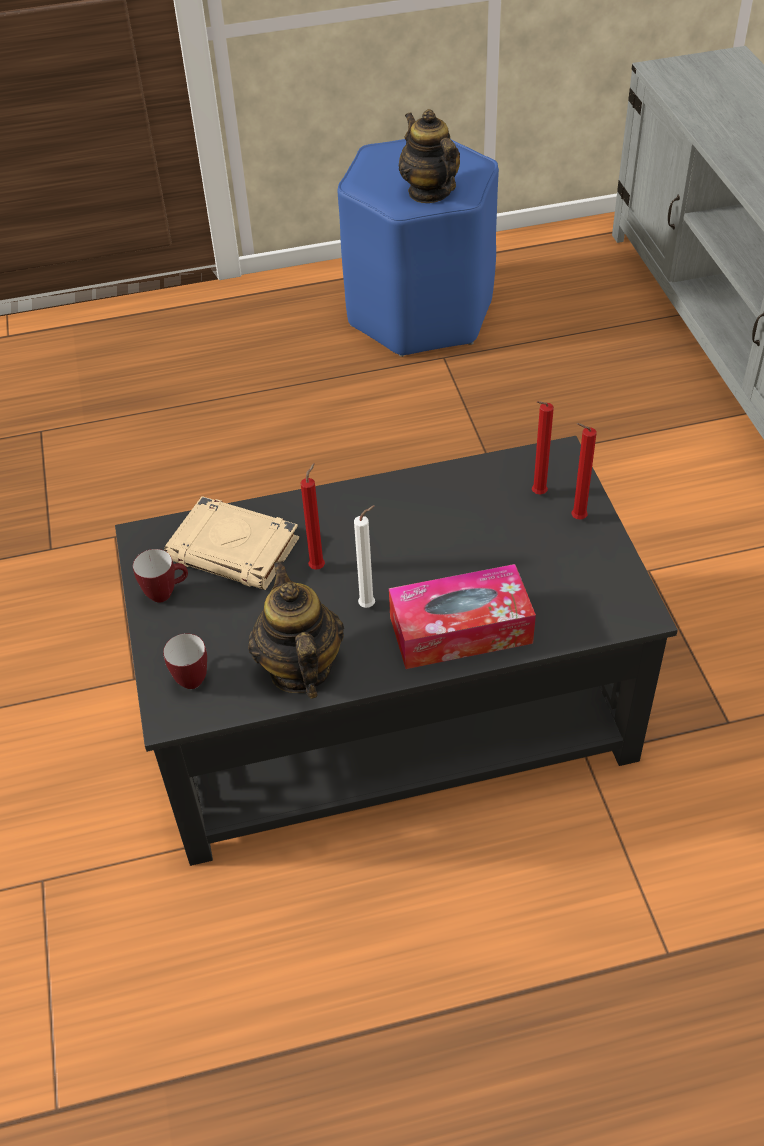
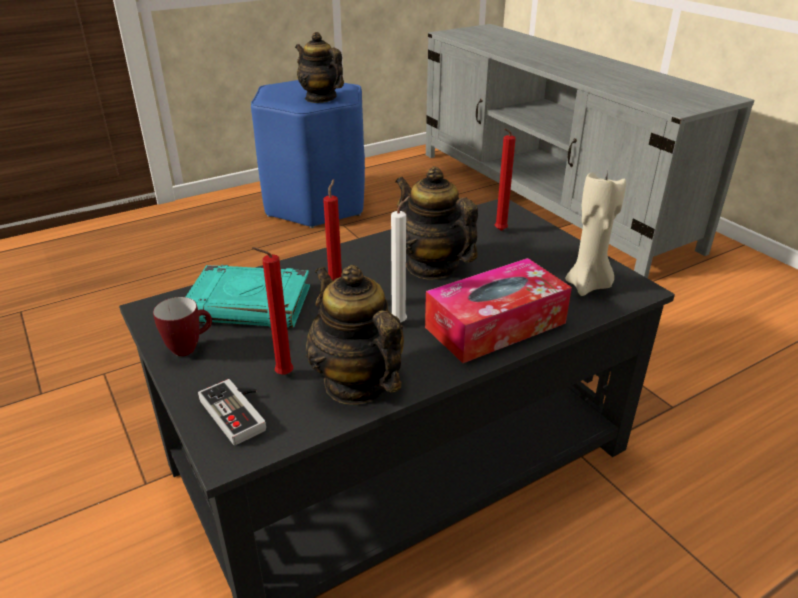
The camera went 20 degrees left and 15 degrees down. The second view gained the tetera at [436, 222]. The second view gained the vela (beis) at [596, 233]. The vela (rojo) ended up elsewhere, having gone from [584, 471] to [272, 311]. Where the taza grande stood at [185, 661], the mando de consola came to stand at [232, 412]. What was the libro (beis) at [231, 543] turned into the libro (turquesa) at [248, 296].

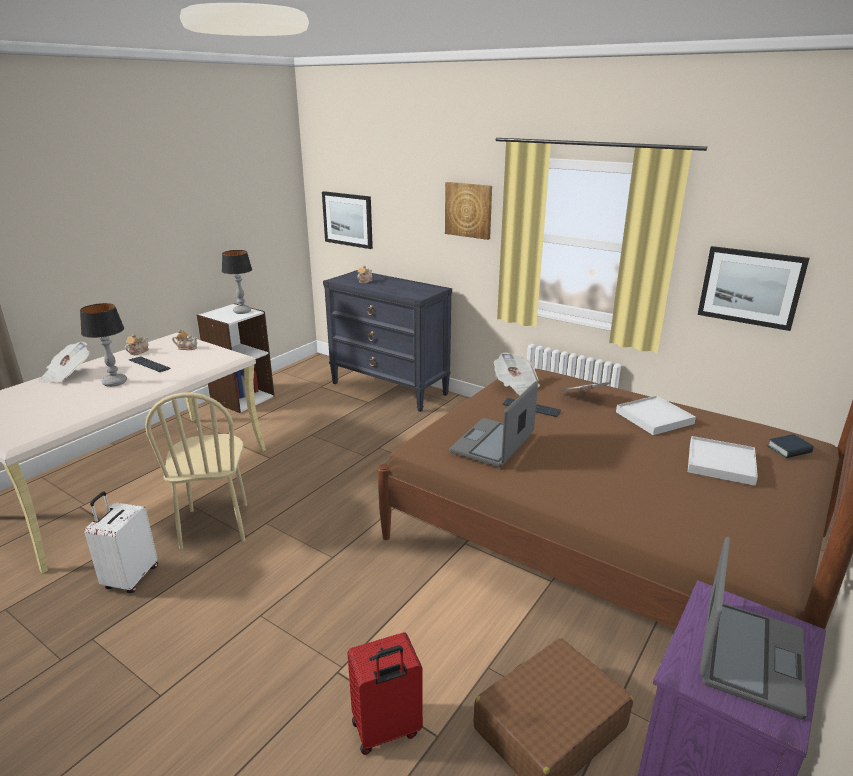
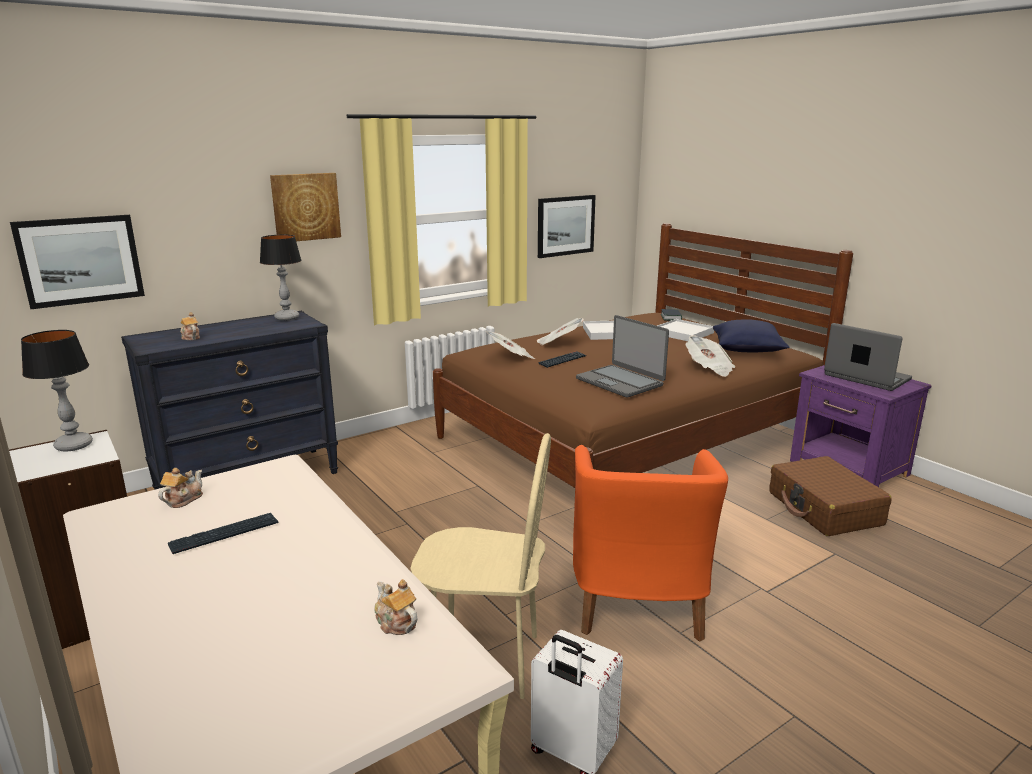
The camera went 70 degrees left and 5 degrees down. The second view lost the maleta (rojo) at [385, 693]. The second view gained the sillón (naranja) at [650, 543]. The second view gained the cojín (azul) at [751, 335]. The periódico ended up elsewhere, having gone from [64, 362] to [711, 356]. The lámpara de mesa ended up elsewhere, having gone from [103, 345] to [280, 278]. The tetera ended up elsewhere, having gone from [137, 344] to [396, 607].

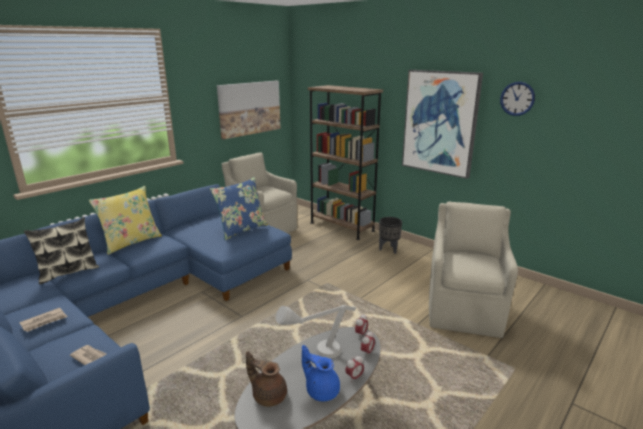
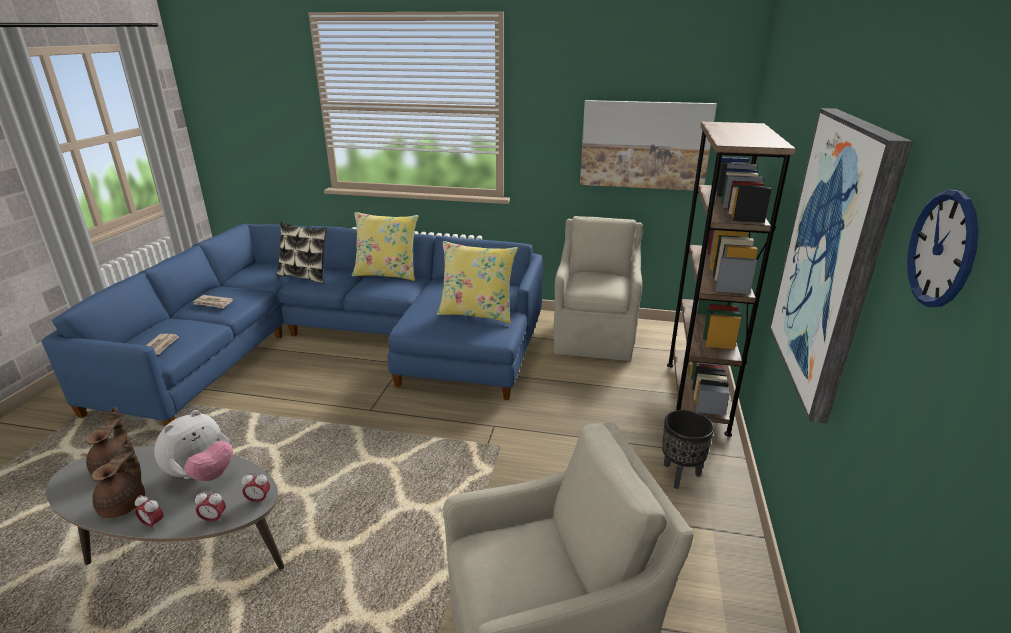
The camera went 60 degrees right and 5 degrees up. Where the lámpara de mesa (gris) stood at [316, 332], the peluche came to stand at [193, 445]. What was the cojín (azul) at [239, 208] turned into the cojín (amarillo) at [477, 282]. What was the tetera (azul) at [321, 373] turned into the tetera (marrón) at [118, 478].

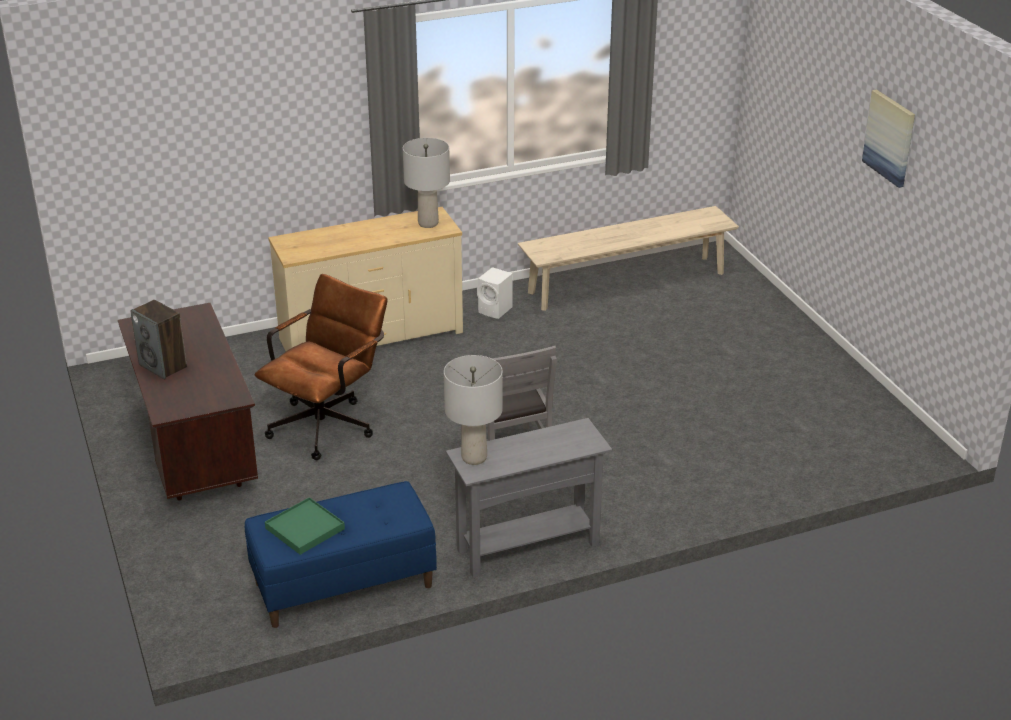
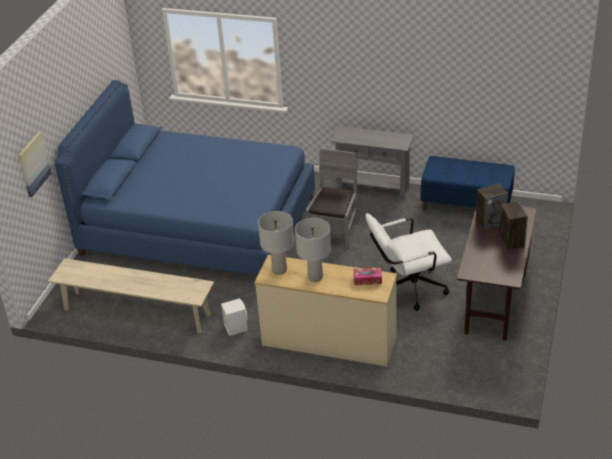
The camera went 140 degrees left and 5 degrees up. The second view lost the bandeja (verde) at [305, 526]. The second view gained the cama (azul) at [185, 178]. The second view gained the caja de pañuelos at [368, 276]. The second view gained the altavoz at [492, 207]. The lámpara de mesa (gris) ended up elsewhere, having gone from [473, 410] to [313, 250]. The cuadro ended up elsewhere, having gone from [888, 138] to [35, 164]. What was the silla de oficina (marrón) at [321, 367] turned into the silla de oficina (blanco) at [408, 262].

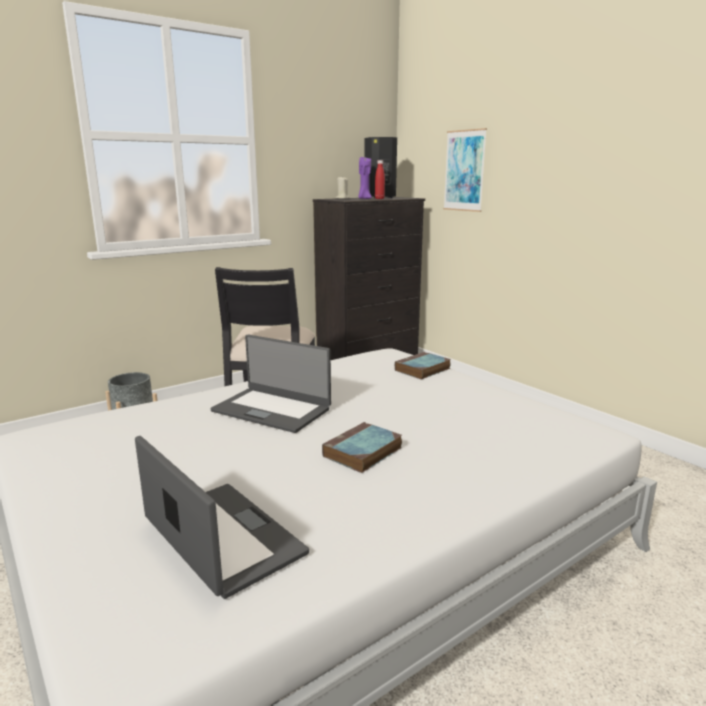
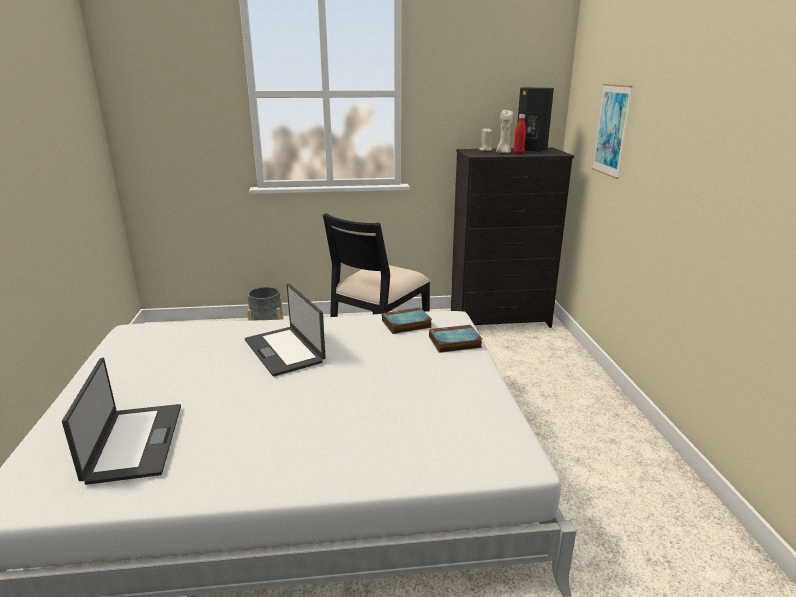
The camera went 30 degrees right and 5 degrees up. The libro ended up elsewhere, having gone from [362, 447] to [407, 320]. What was the vela (morado) at [365, 178] turned into the vela (beis) at [504, 131].

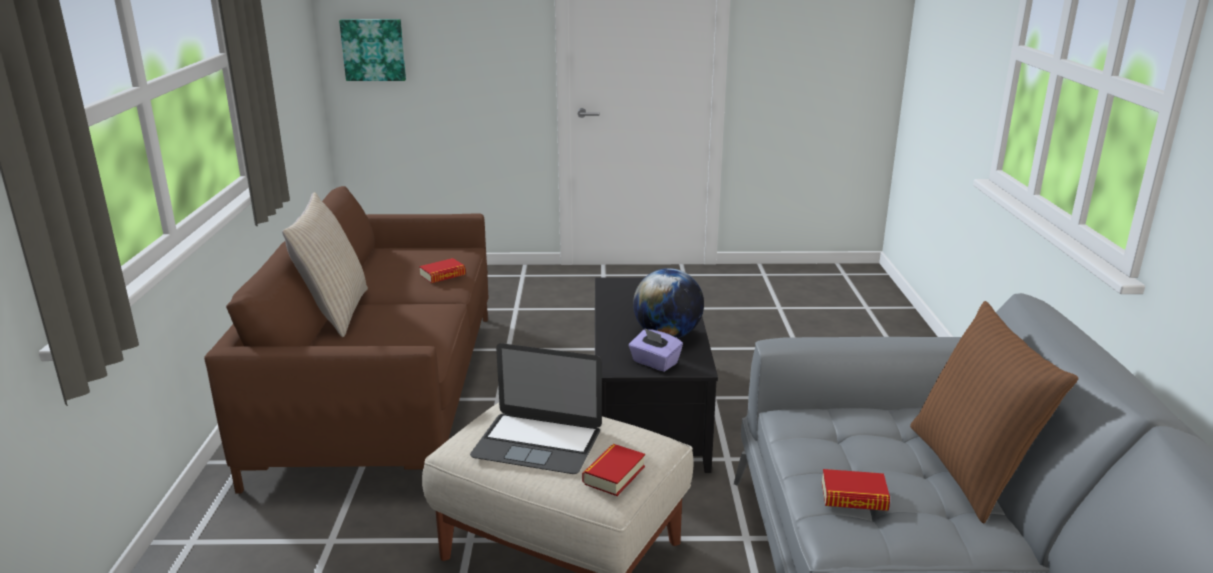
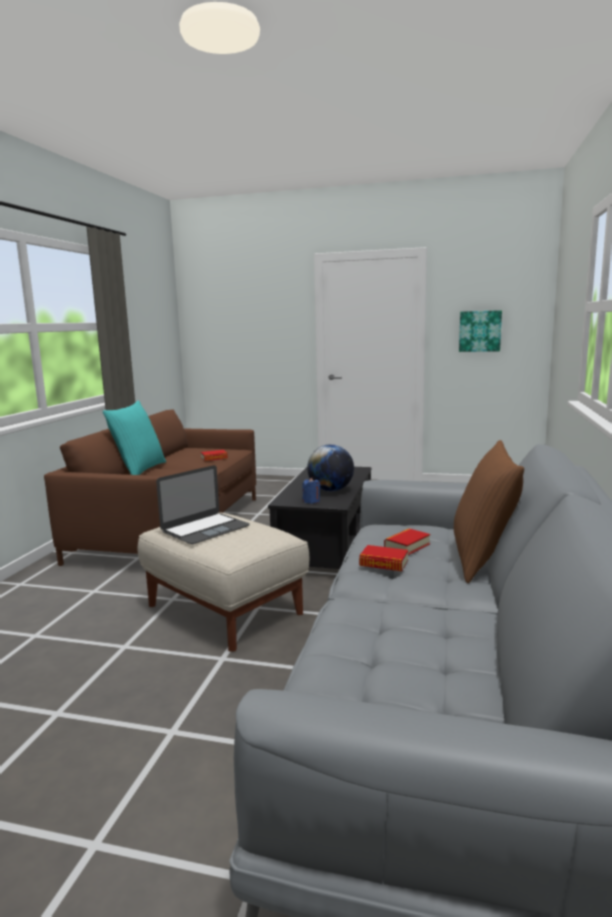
The camera went 15 degrees right and 10 degrees down. The cuadro ended up elsewhere, having gone from [372, 50] to [480, 331]. The libro ended up elsewhere, having gone from [613, 470] to [407, 541]. Where the caja de pañuelos (morado) stood at [656, 350], the vela (azul) came to stand at [311, 491]. What was the cojín (beis) at [325, 264] turned into the cojín (turquesa) at [134, 437]. The portátil at [536, 408] ended up facing another way, 75 degrees counterclockwise from before.

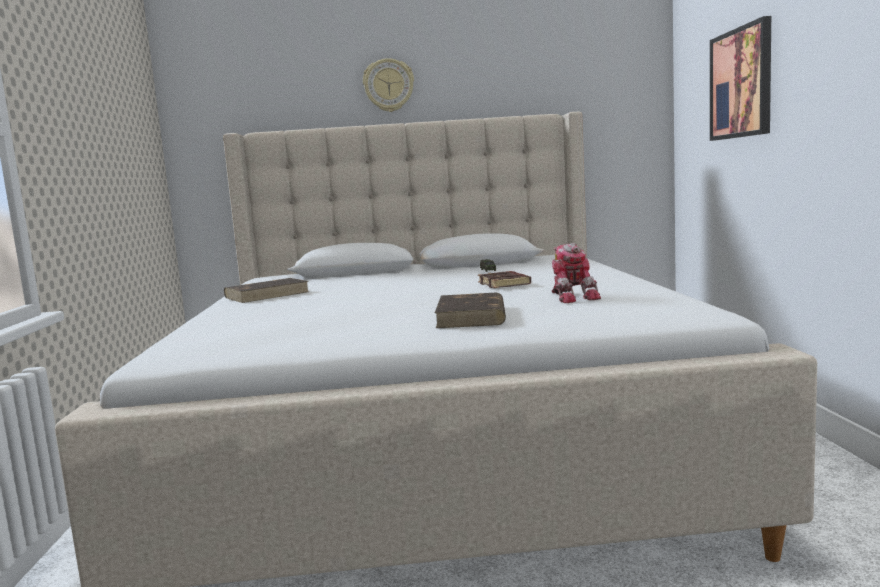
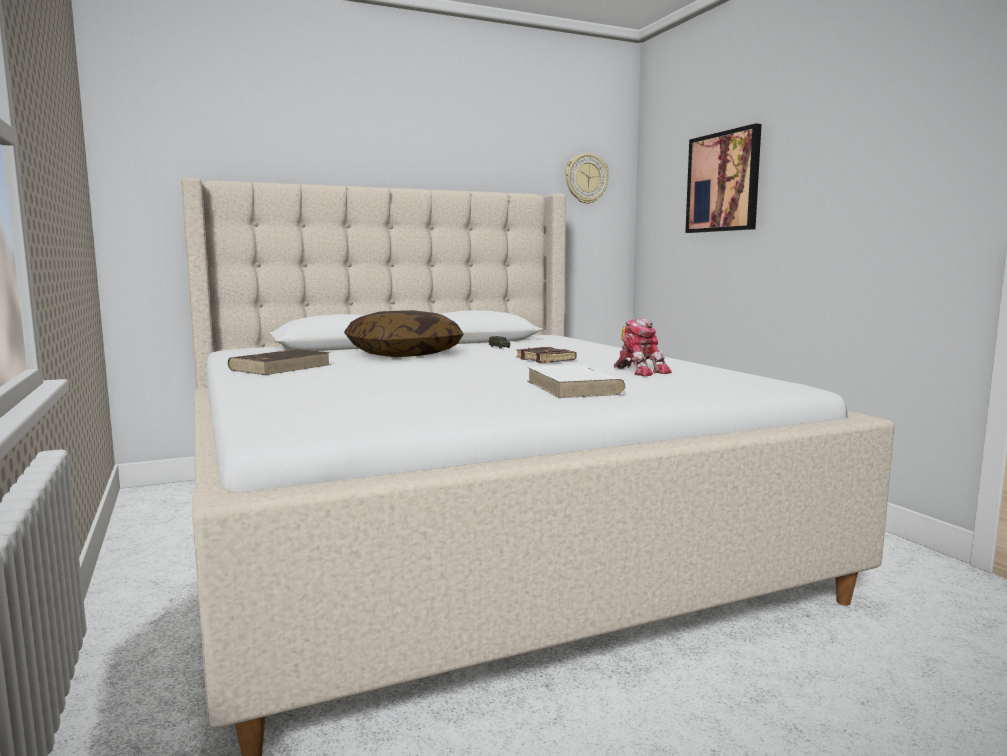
The camera went 20 degrees left and 0 degrees up. The second view gained the cojín at [404, 333]. The reloj de pared ended up elsewhere, having gone from [388, 85] to [587, 178]. What was the libro (marrón) at [470, 310] turned into the libro (blanco) at [577, 381].

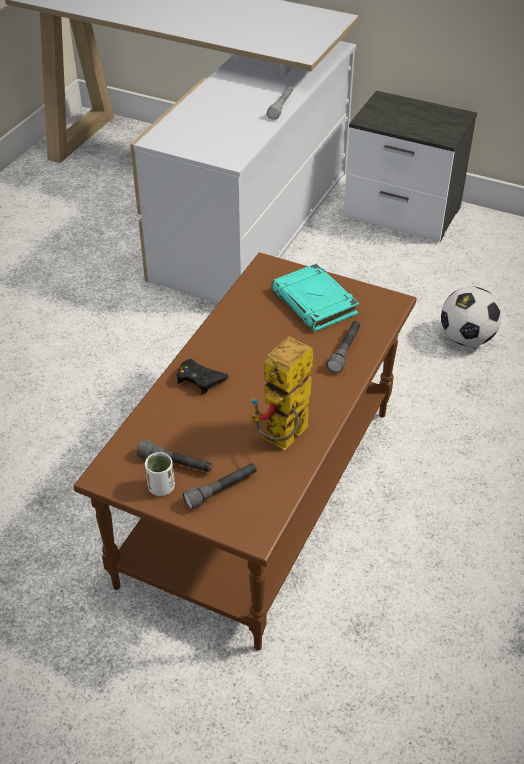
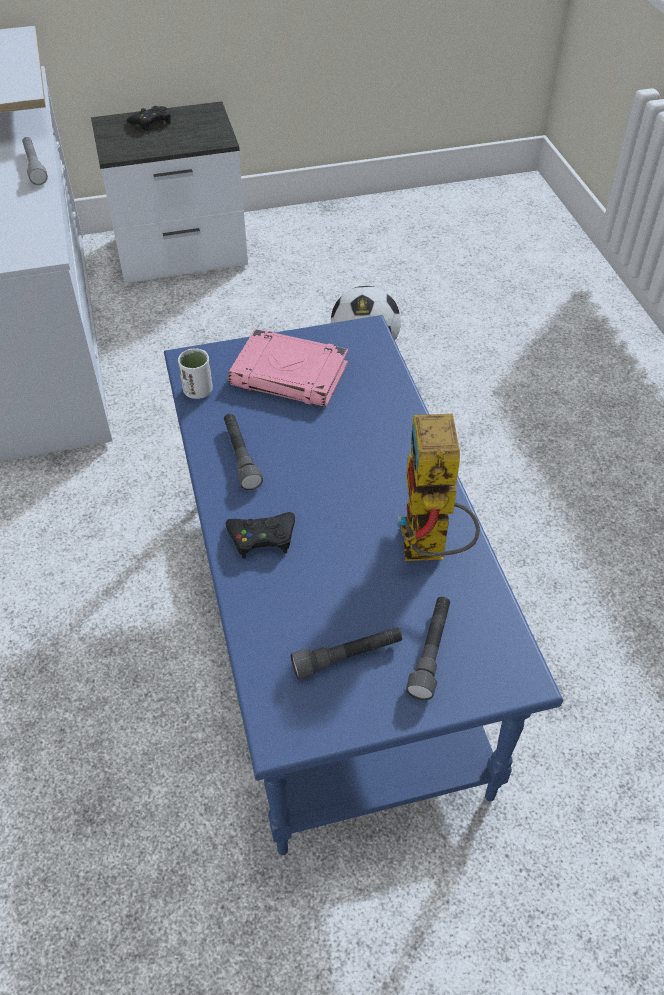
The camera went 40 degrees left and 5 degrees up. The second view gained the mando de consola (negro) at [149, 118]. The taza (blanco) ended up elsewhere, having gone from [160, 474] to [195, 374]. The linterna (gris) ended up elsewhere, having gone from [343, 347] to [243, 452]. What was the mesa de centro (marrón) at [245, 451] turned into the mesa de centro (azul) at [363, 585]. What was the libro (turquesa) at [315, 297] turned into the libro (rosa) at [288, 368].

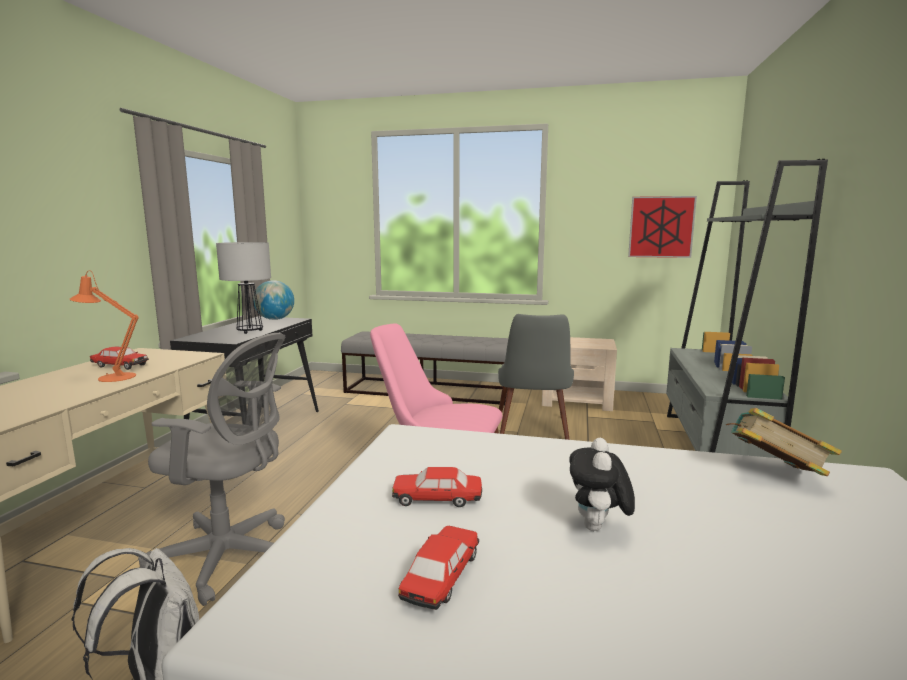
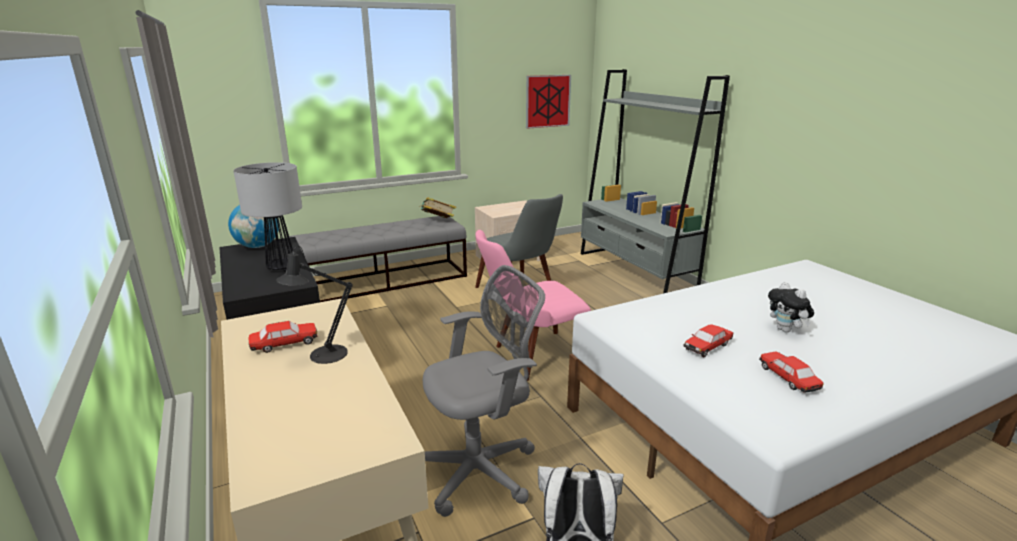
The camera went 40 degrees left and 10 degrees up. The libro ended up elsewhere, having gone from [784, 442] to [437, 207]. What was the lámpara de mesa (naranja) at [104, 326] turned into the lámpara de mesa (negro) at [314, 305].

